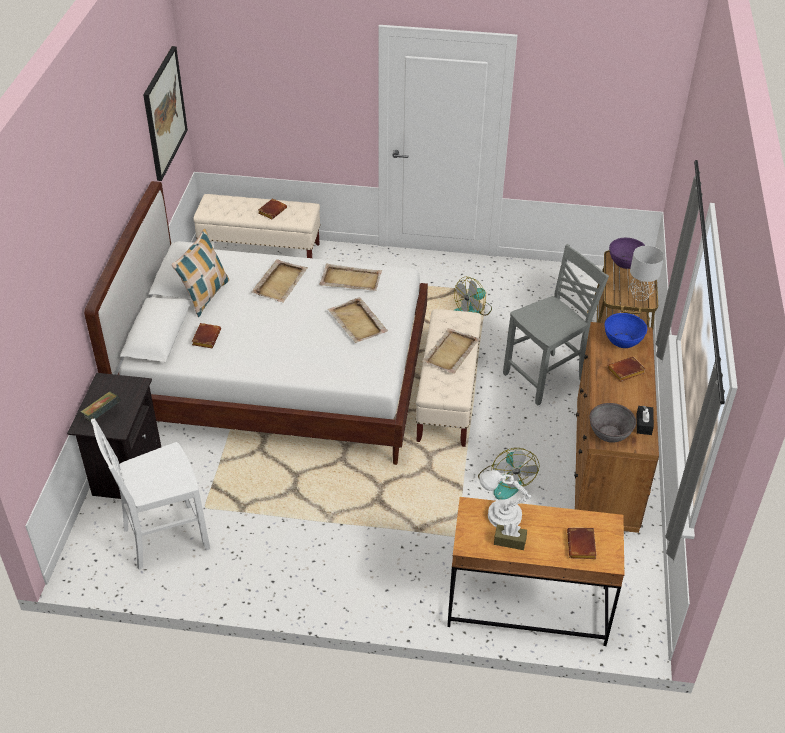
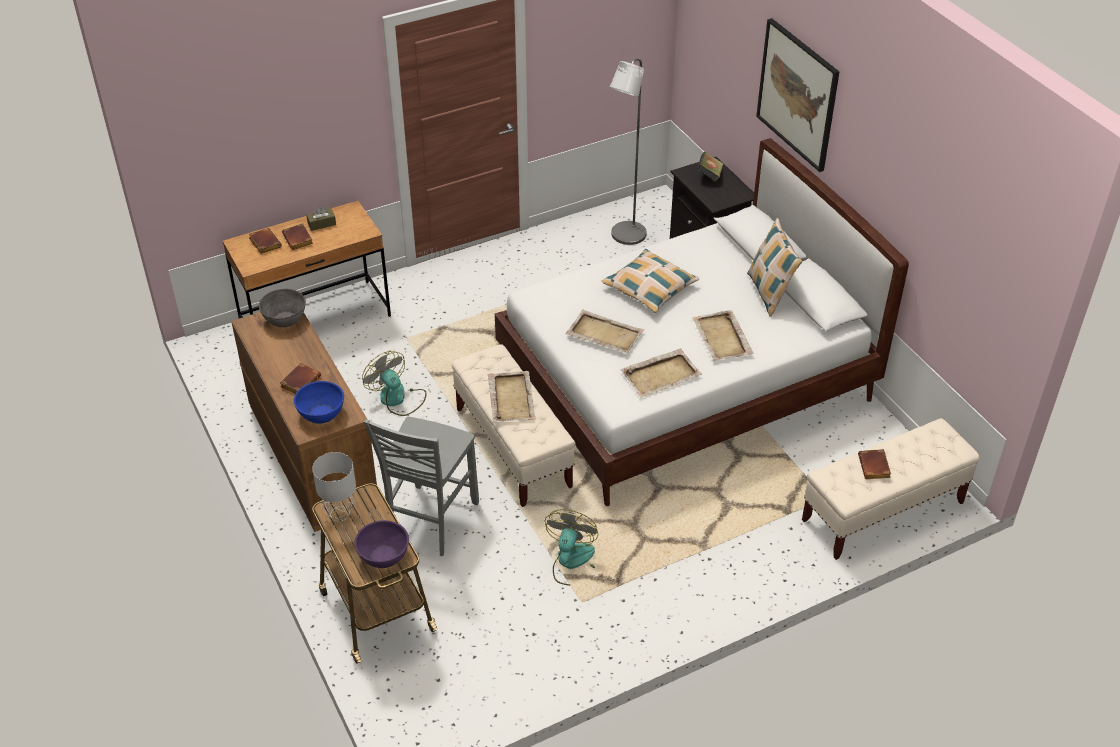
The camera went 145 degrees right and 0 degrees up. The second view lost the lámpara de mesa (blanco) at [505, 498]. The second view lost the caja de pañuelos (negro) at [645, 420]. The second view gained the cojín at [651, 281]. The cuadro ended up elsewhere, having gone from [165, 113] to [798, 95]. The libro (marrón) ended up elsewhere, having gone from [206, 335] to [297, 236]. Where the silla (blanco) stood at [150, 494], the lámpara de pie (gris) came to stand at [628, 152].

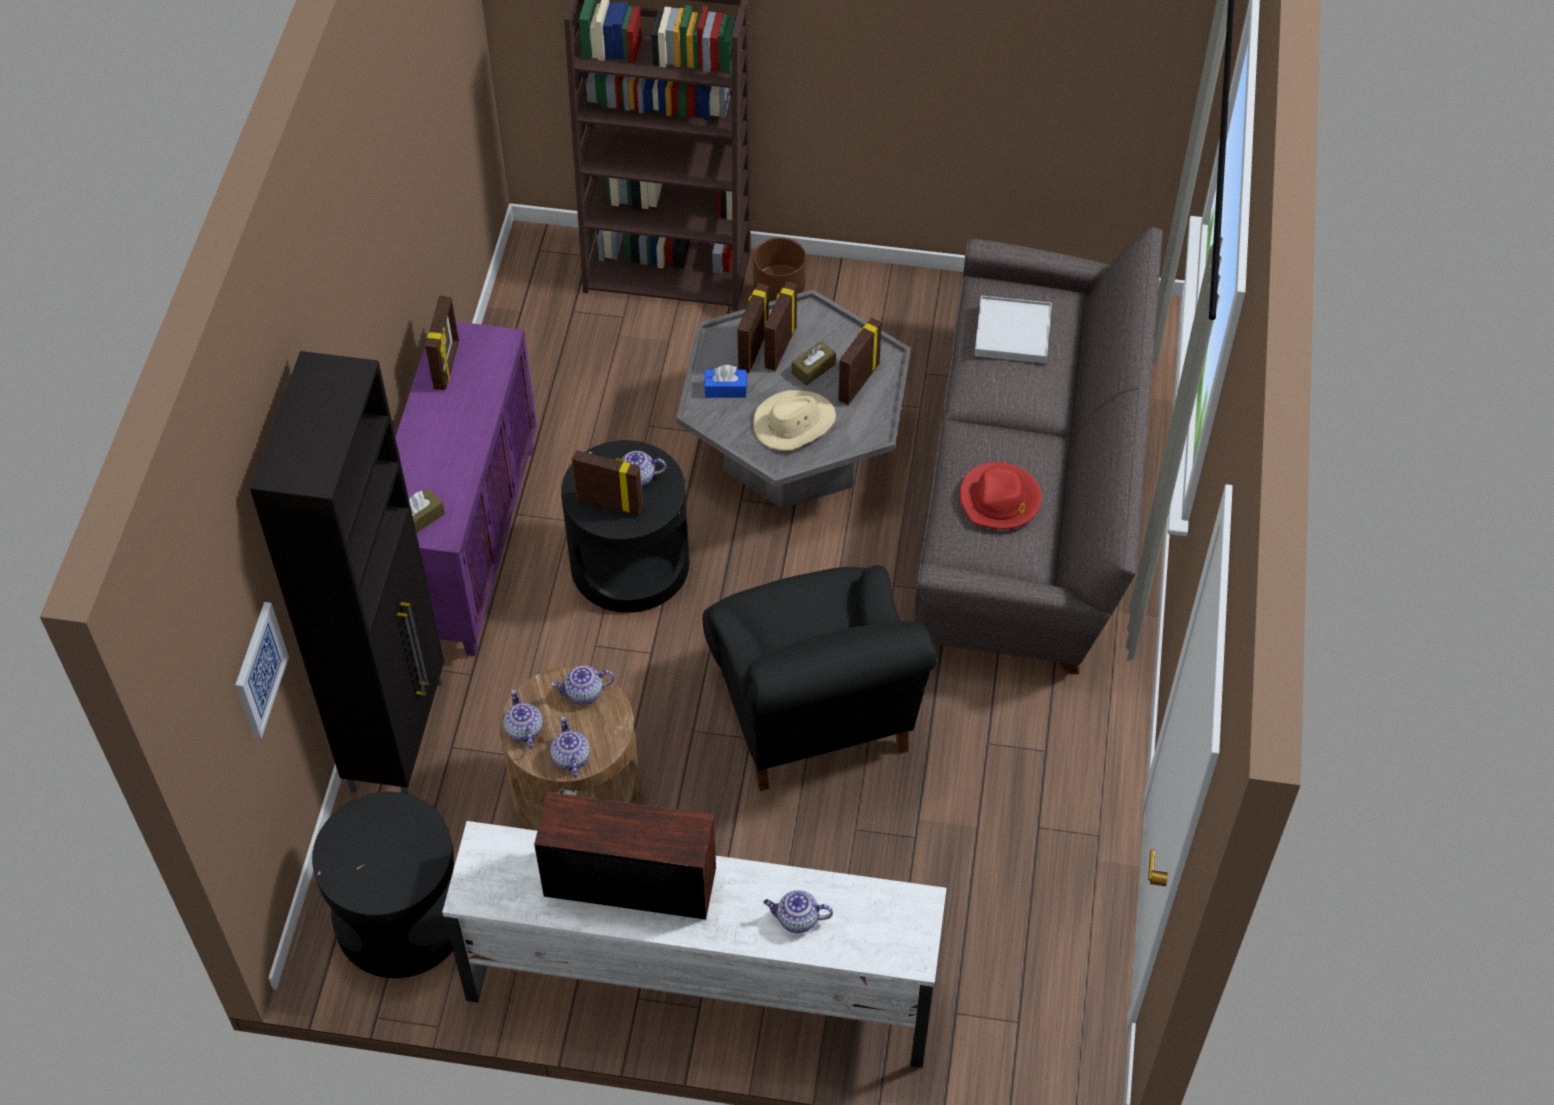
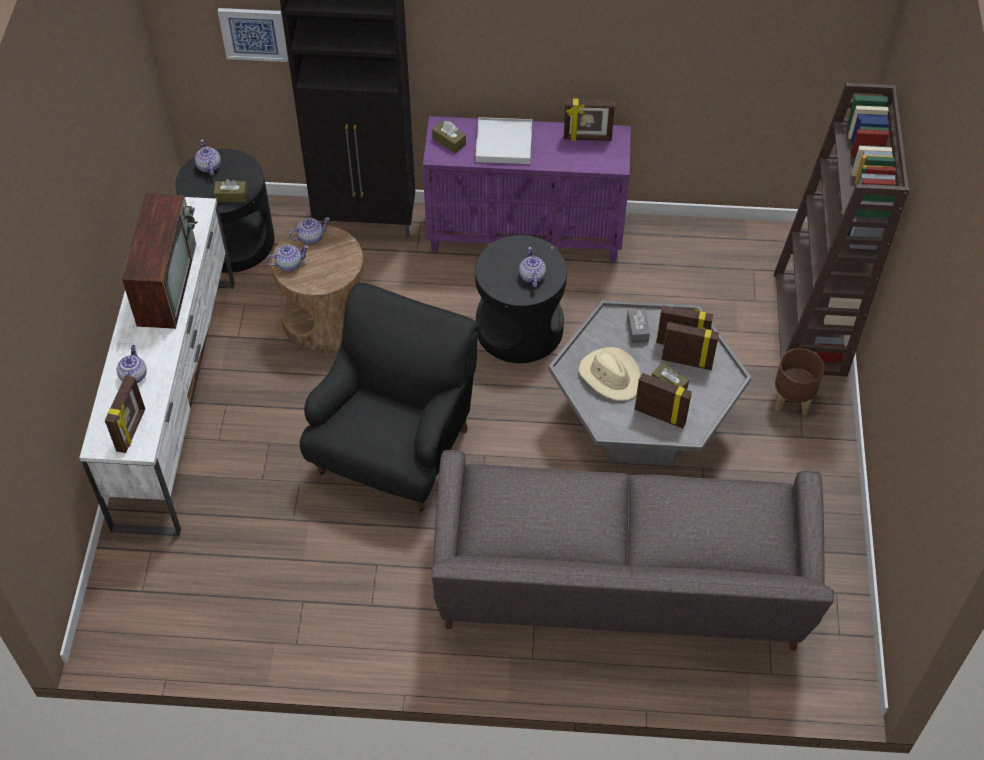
The camera went 85 degrees right and 0 degrees up. The second view lost the sombrero (rojo) at [1000, 496]. The second view gained the caja de pañuelos (marrón) at [231, 190]. The tetera ended up elsewhere, having gone from [583, 685] to [208, 157]. The portarretratos ended up elsewhere, having gone from [607, 483] to [125, 414]. The bandeja (blanco) ended up elsewhere, having gone from [1013, 330] to [504, 140]. What was the caja de pañuelos (azul) at [725, 381] turned into the caja de pañuelos (gris) at [638, 325]. The sillón (negro) at [820, 678] ended up facing another way, 135 degrees clockwise from before.

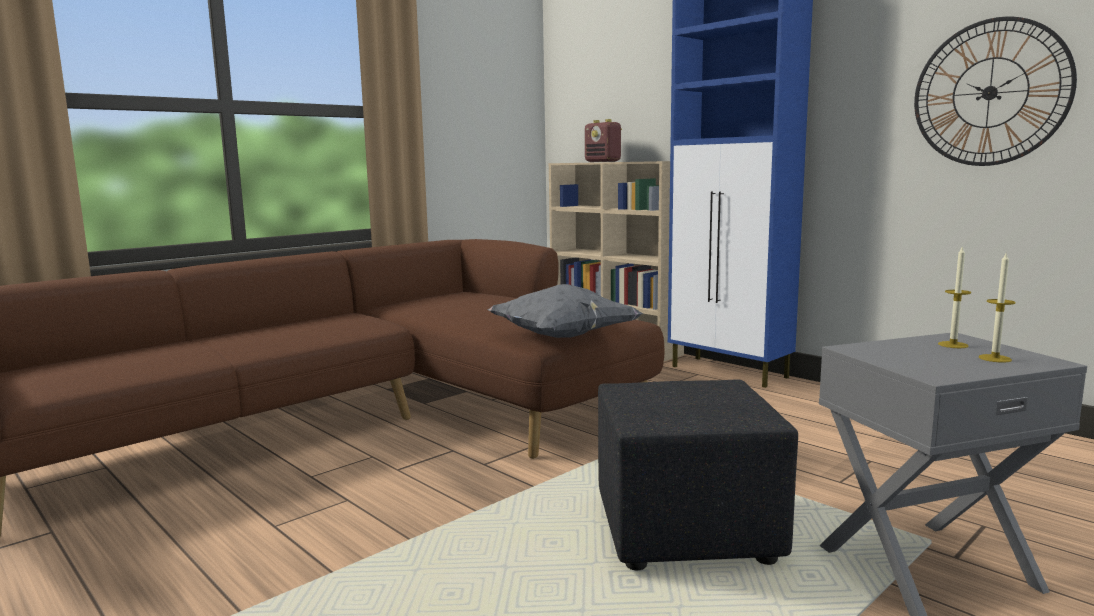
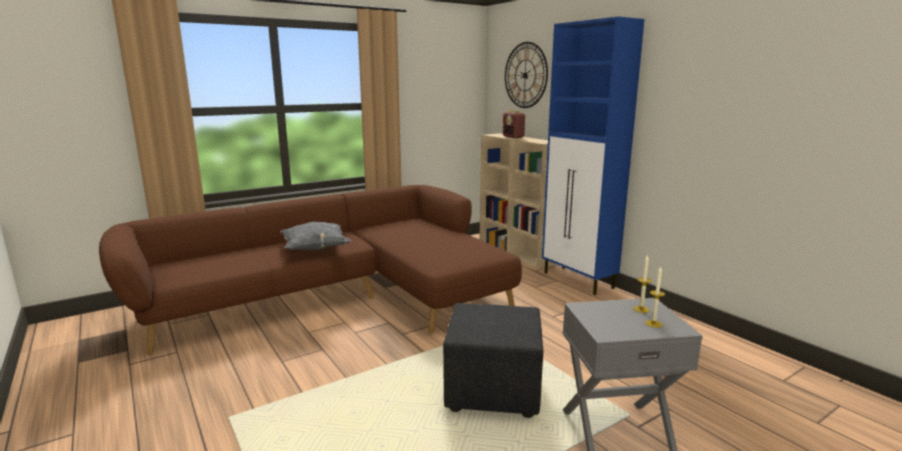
The camera went 10 degrees right and 5 degrees up. The cojín (gris) ended up elsewhere, having gone from [565, 311] to [315, 236]. The reloj de pared ended up elsewhere, having gone from [995, 91] to [526, 75].

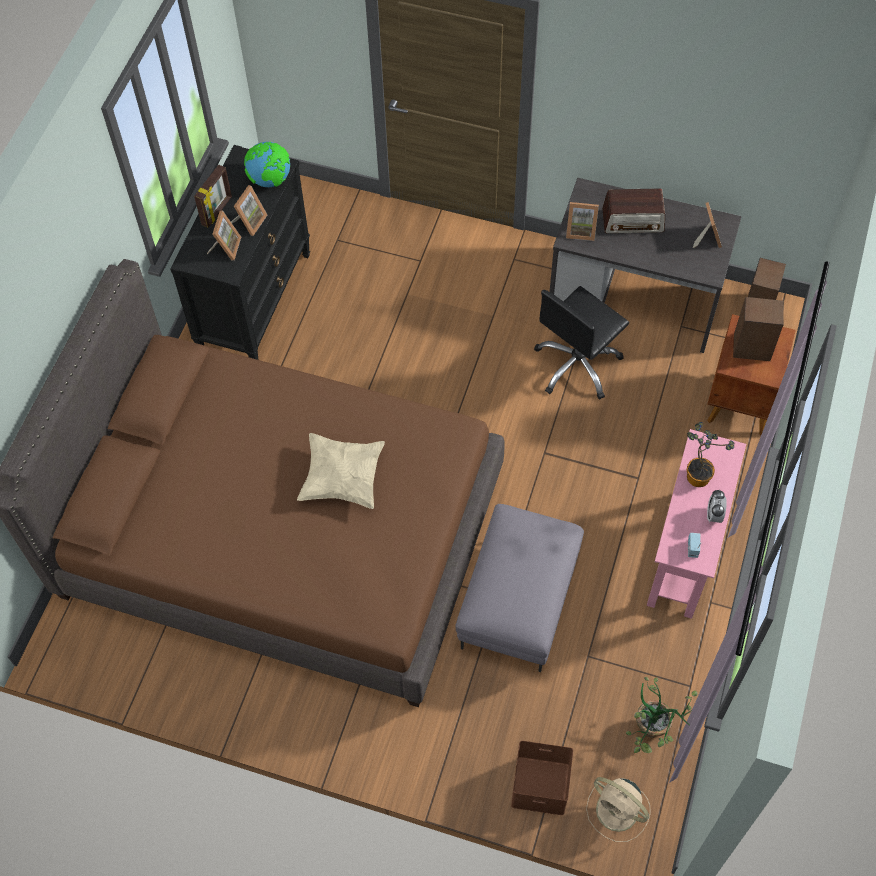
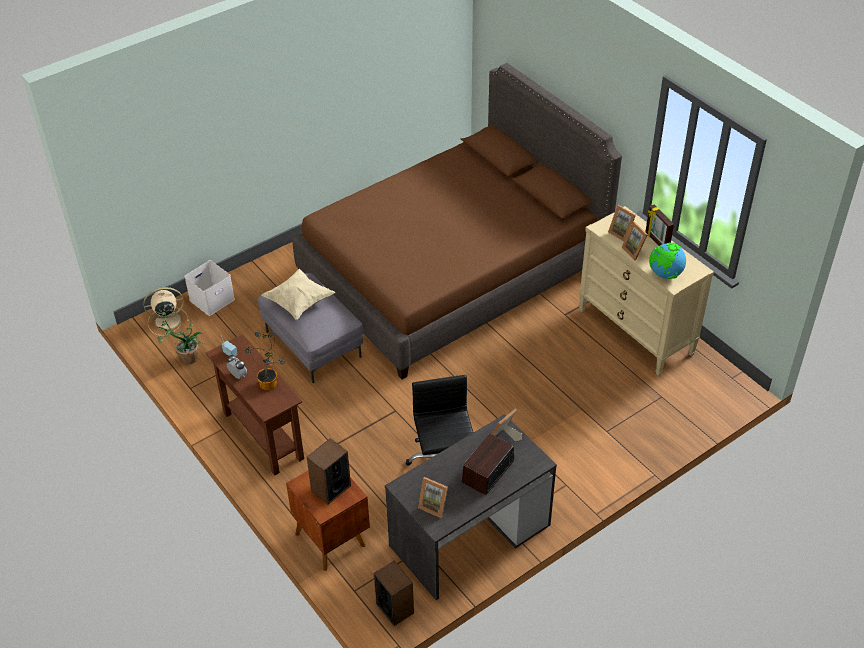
The camera went 125 degrees right and 15 degrees down. The cojín (beis) ended up elsewhere, having gone from [341, 471] to [298, 294]. What was the cómoda (negro) at [240, 252] turned into the cómoda (beis) at [646, 291]. What was the caja de almacenaje (marrón) at [542, 778] turned into the caja de almacenaje (blanco) at [209, 288]. What was the mesa consola (rosa) at [696, 524] turned into the mesa consola (marrón) at [255, 405].

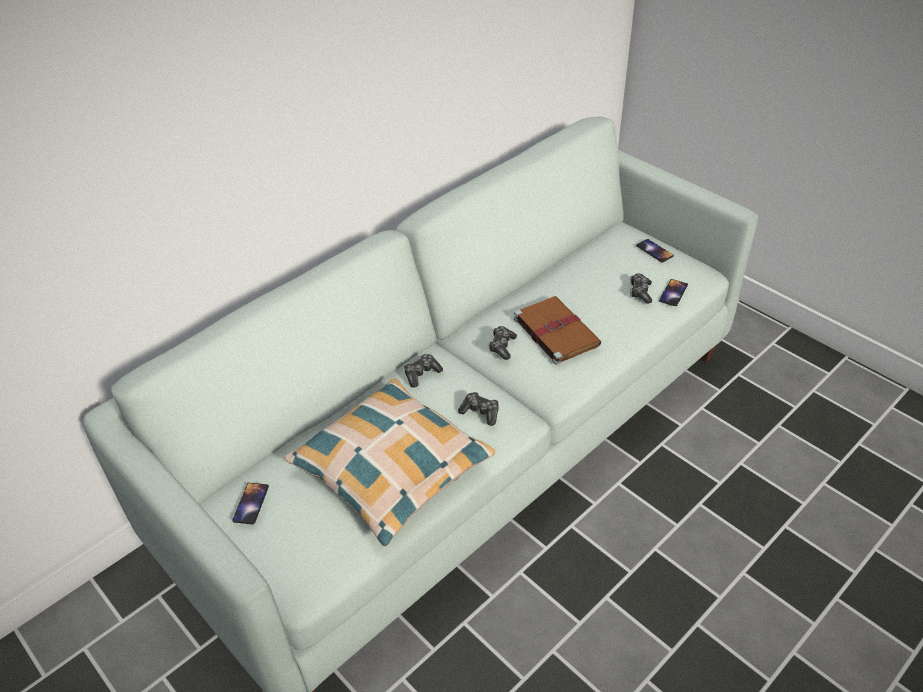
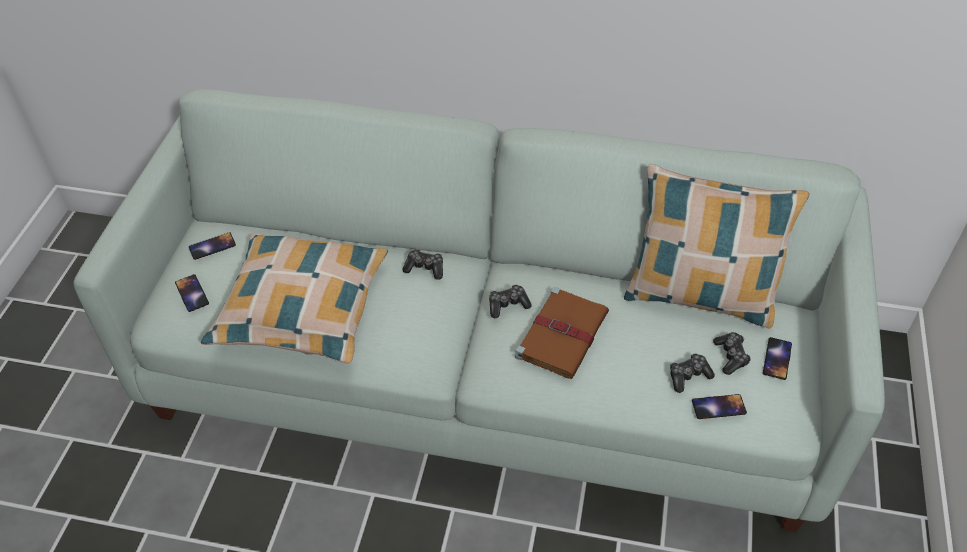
The camera went 55 degrees right and 5 degrees up. The second view gained the móvil at [192, 293]. The second view gained the cojín at [716, 246]. The mando de consola ended up elsewhere, having gone from [478, 409] to [732, 353].

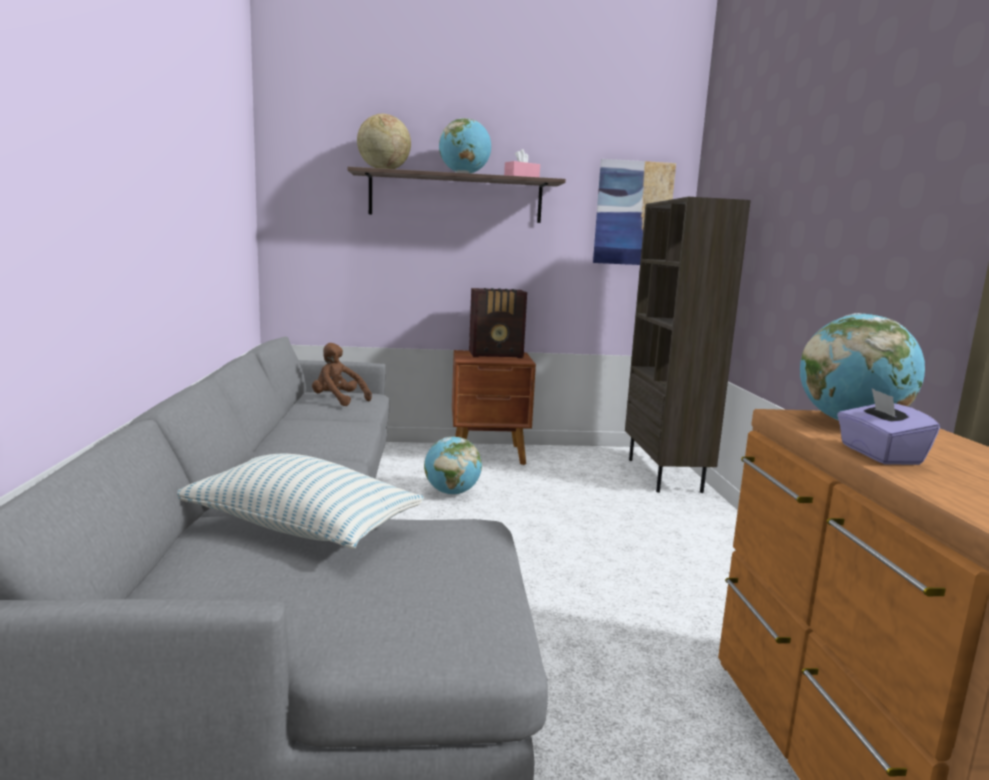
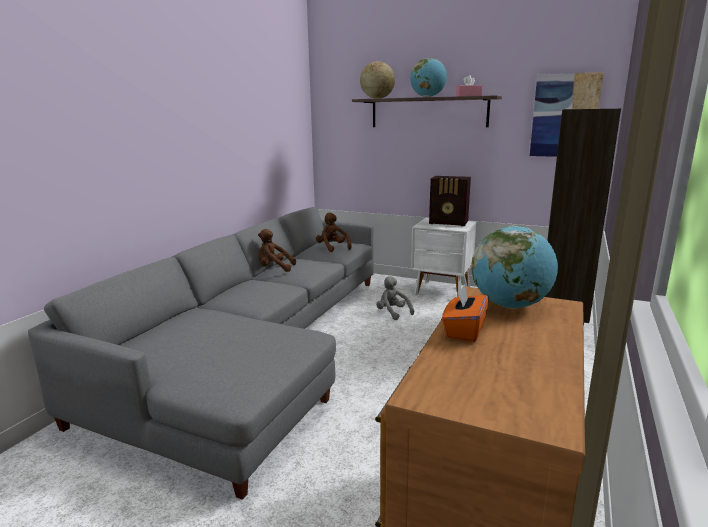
The camera went 30 degrees right and 5 degrees up. The second view lost the cojín at [301, 501]. The second view gained the peluche (marrón) at [277, 250]. Where the globo terráqueo stood at [453, 466], the peluche (gris) came to stand at [395, 298]. What was the mesita de noche (marrón) at [494, 407] turned into the mesita de noche (blanco) at [443, 257]. What was the caja de pañuelos (morado) at [888, 426] turned into the caja de pañuelos (naranja) at [465, 313].

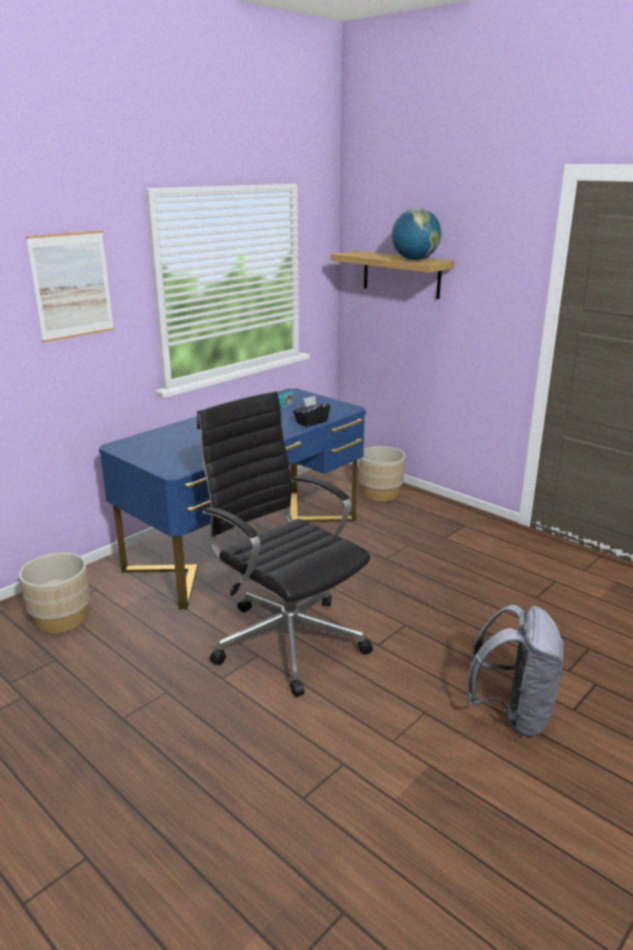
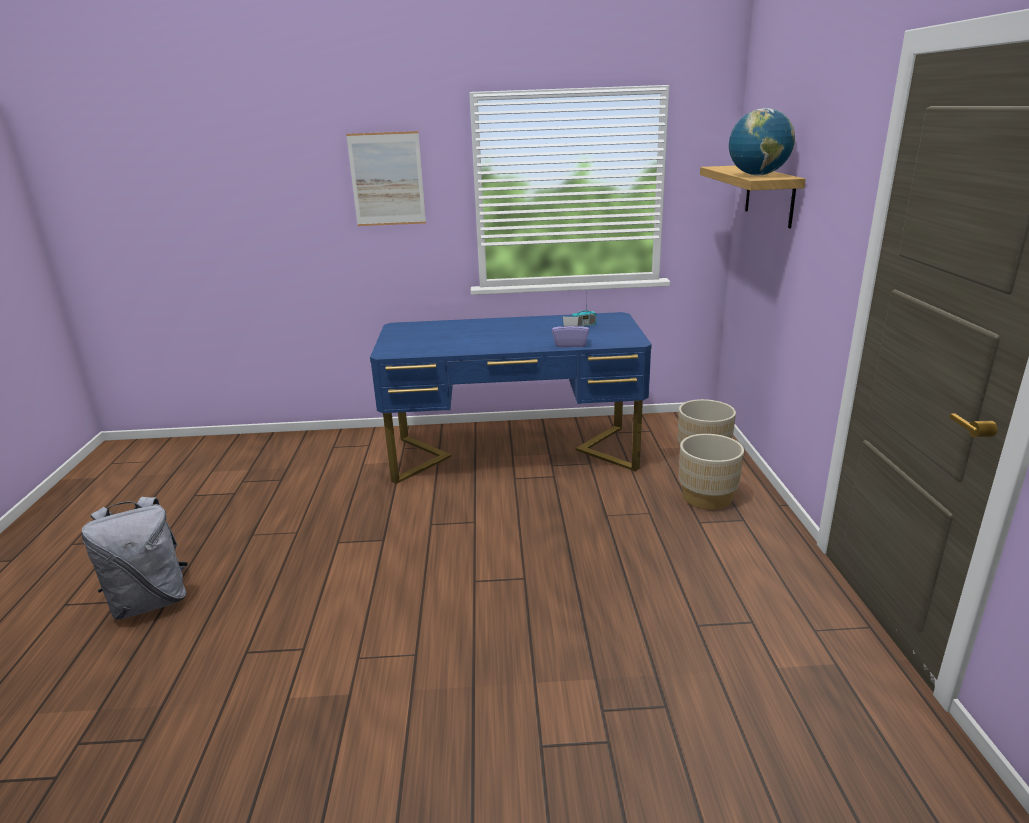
The camera went 45 degrees right and 0 degrees up. The second view lost the silla de oficina (negro) at [285, 544]. The maceta (beis) ended up elsewhere, having gone from [54, 593] to [711, 472]. The mochila (gris) ended up elsewhere, having gone from [515, 671] to [135, 558]. What was the caja de pañuelos (negro) at [312, 411] turned into the caja de pañuelos (morado) at [570, 331].

